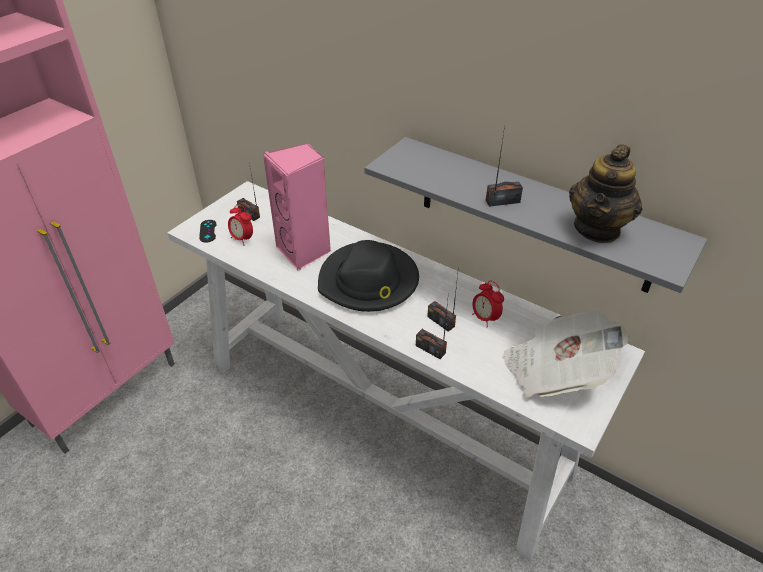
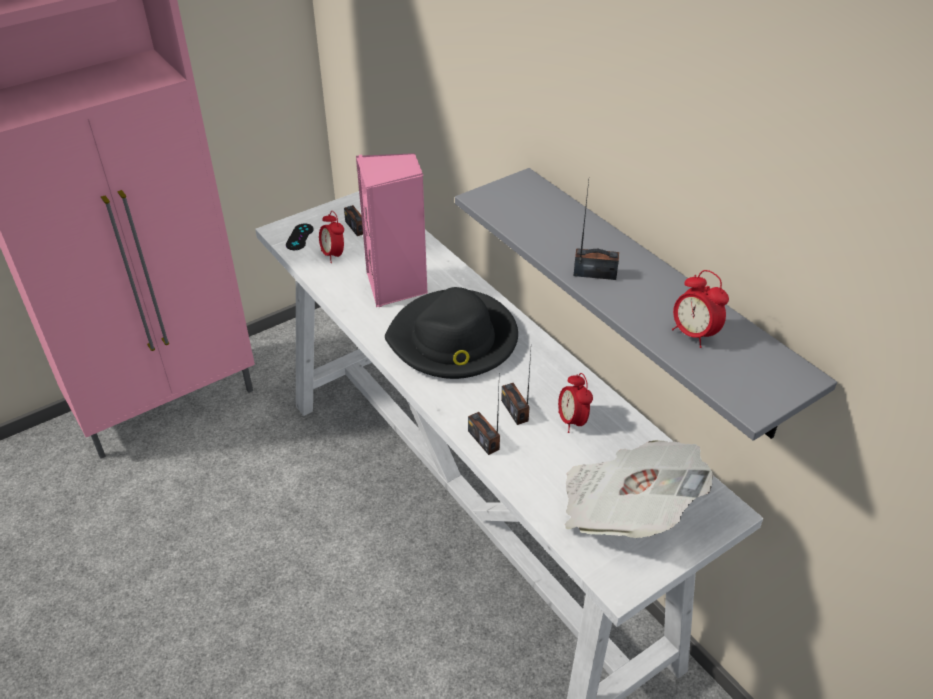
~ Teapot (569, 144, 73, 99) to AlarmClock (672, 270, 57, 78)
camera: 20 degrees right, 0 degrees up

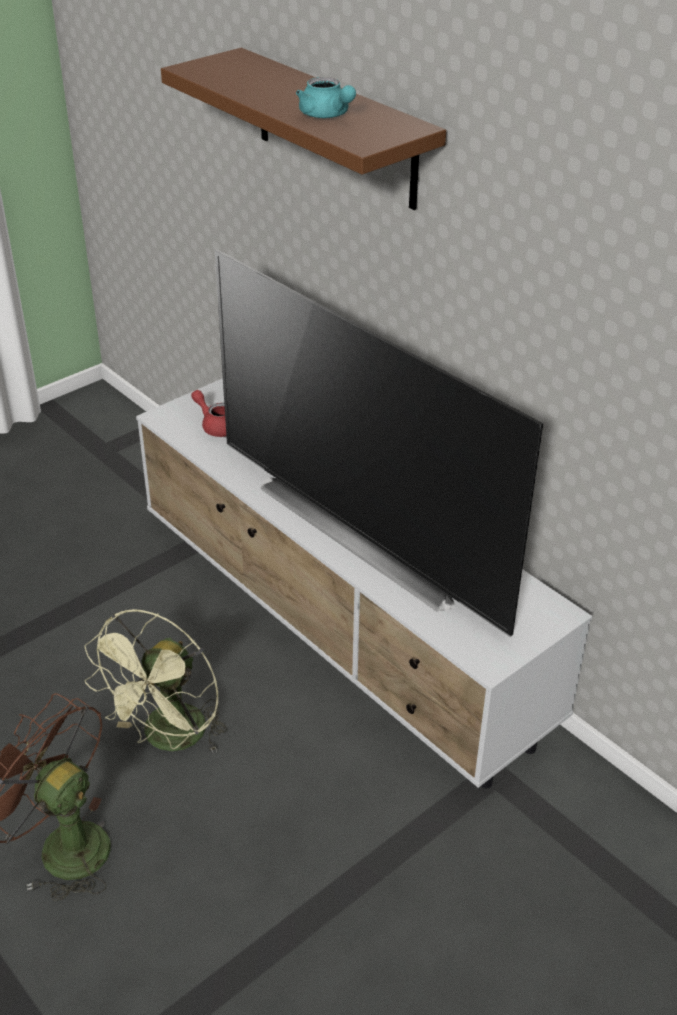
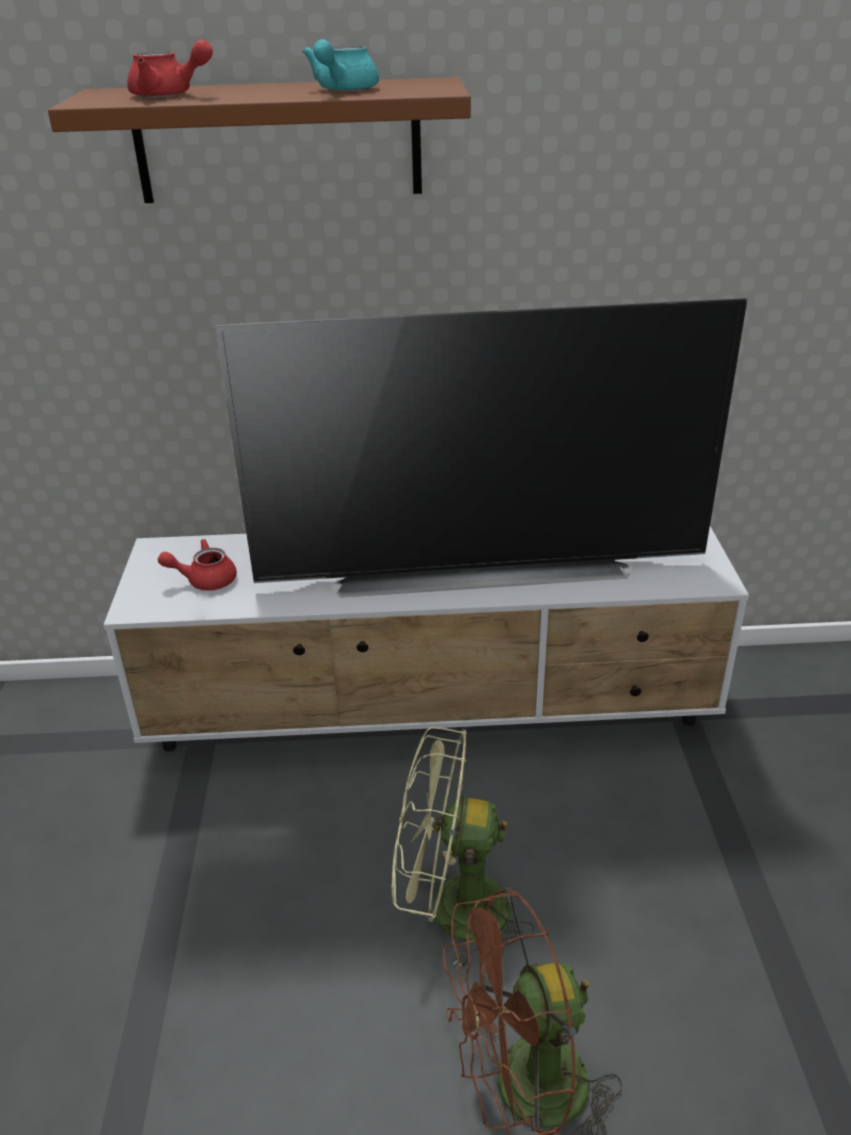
~ TurquoiseTeapot (296, 77, 60, 41) = (302, 39, 77, 53) 105 degrees clockwise
~ GreenFan (84, 609, 143, 144) = (392, 727, 142, 242) 120 degrees clockwise
+ RedTeapot (127, 40, 86, 58)
camera: 50 degrees left, 5 degrees down

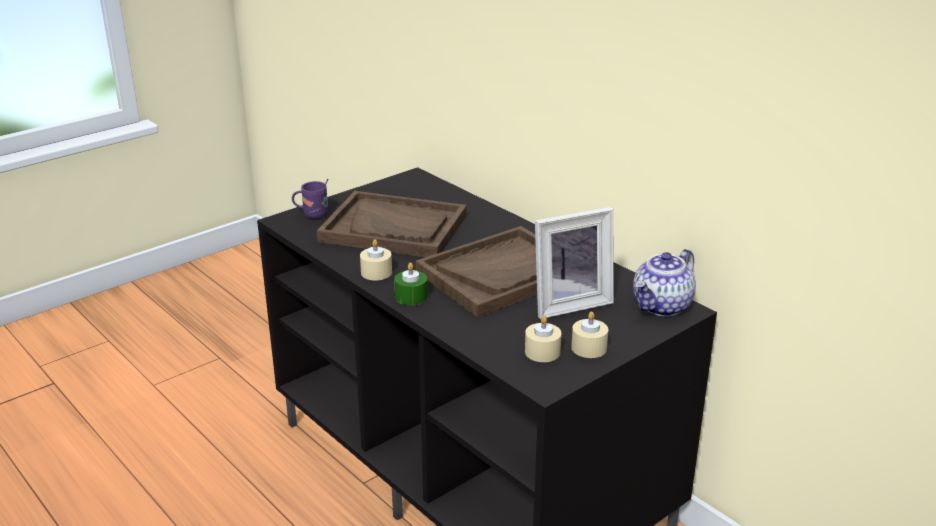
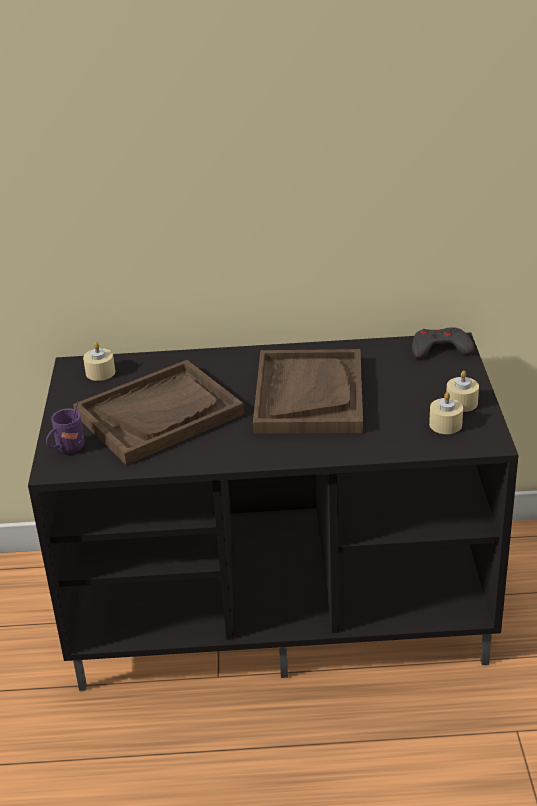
- PictureFrame (535, 207, 79, 112)
~ BeigeCandle (360, 239, 32, 42) to (83, 342, 32, 39)
~ Teapot (633, 249, 63, 67) to GreyGameController (412, 327, 62, 32)
- GreenCandle (394, 262, 34, 44)
camera: 50 degrees left, 5 degrees up

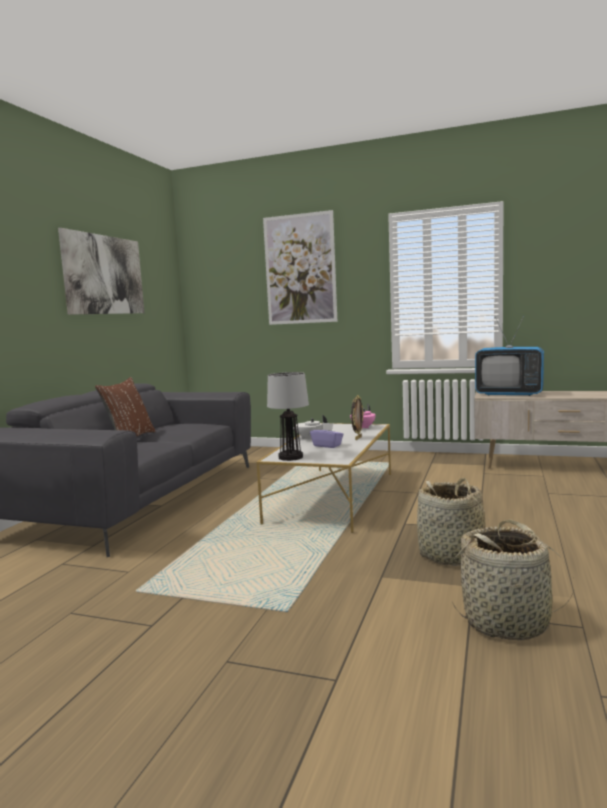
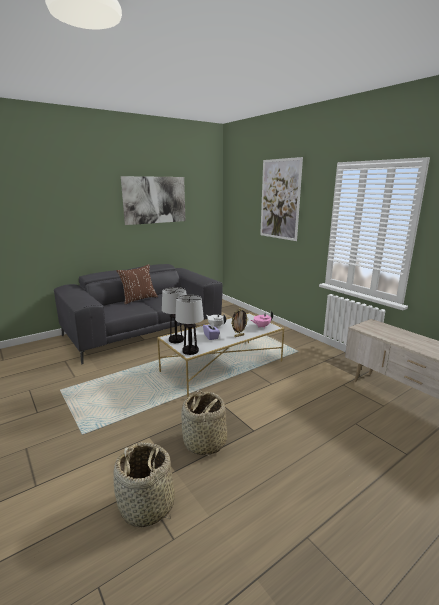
- Television (475, 315, 69, 81)
+ TableLamp (175, 295, 29, 60)
camera: 35 degrees right, 10 degrees up

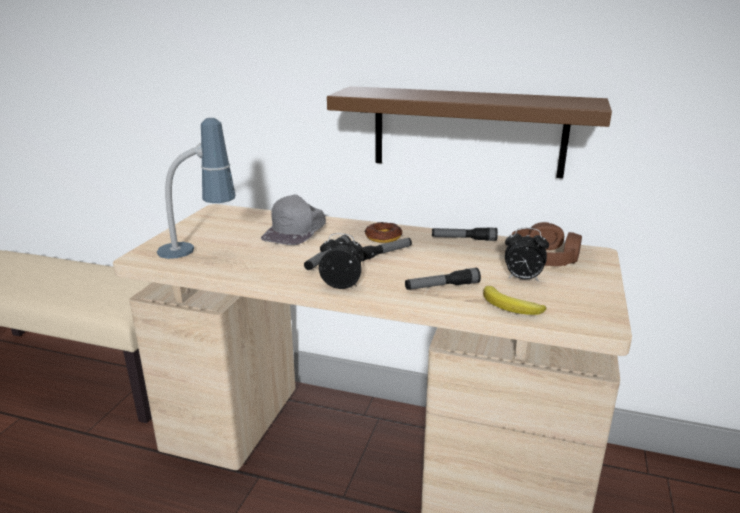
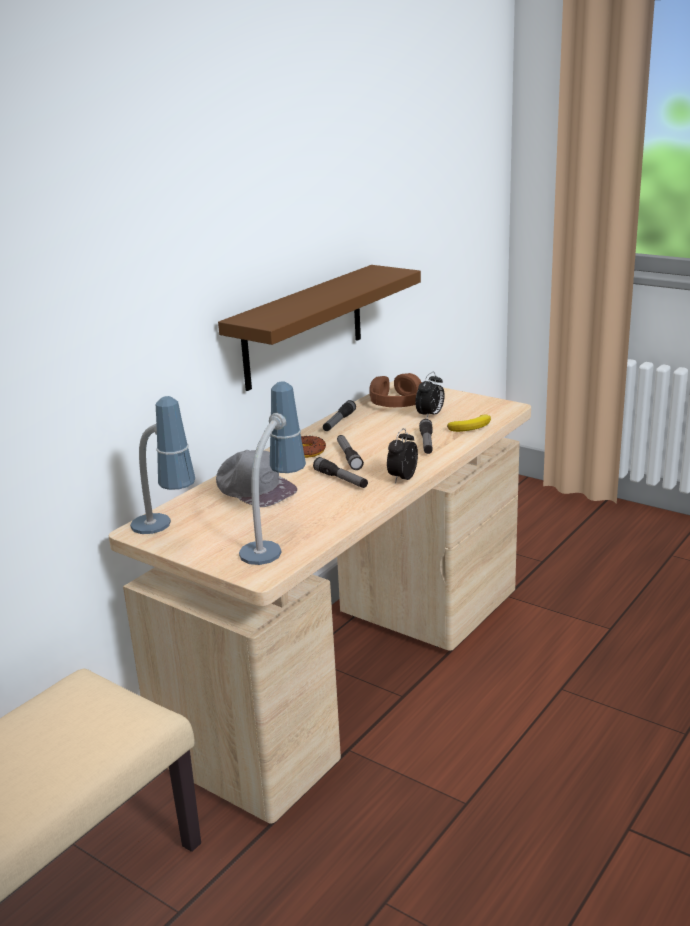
+ TableLamp (130, 396, 65, 138)
camera: 70 degrees left, 0 degrees up

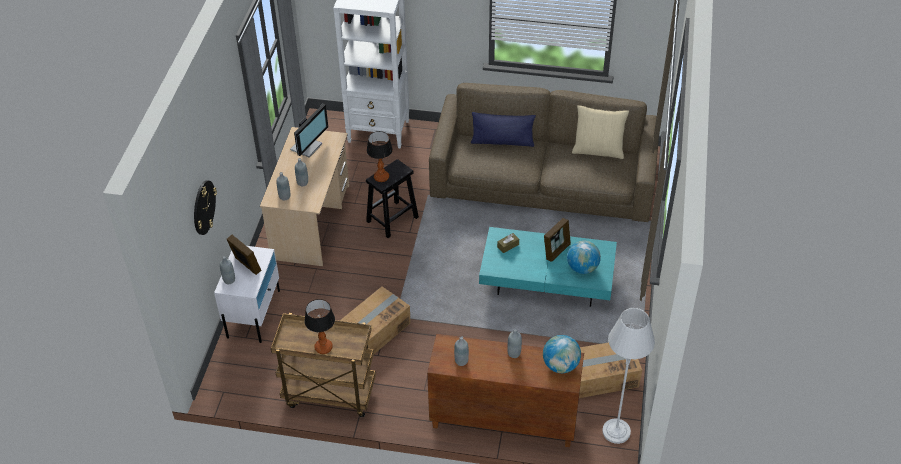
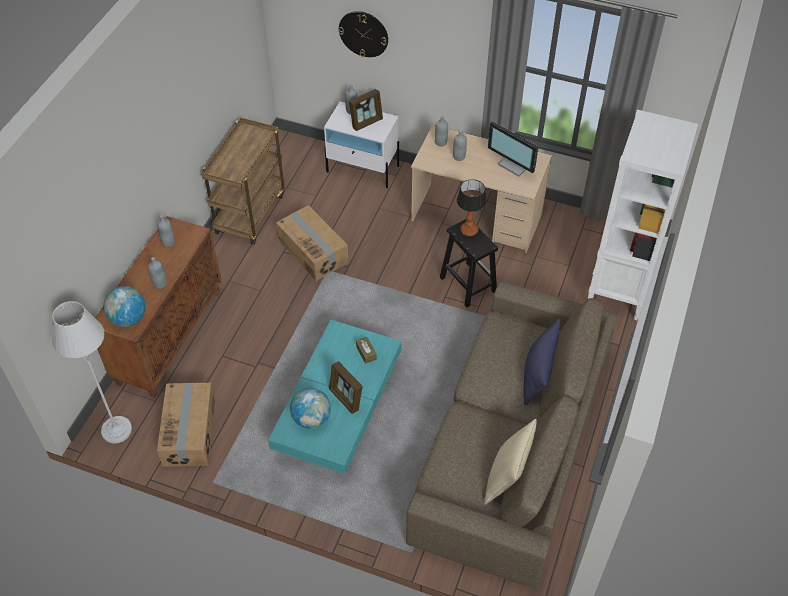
- TableLamp (304, 299, 31, 55)
camera: 100 degrees right, 5 degrees up

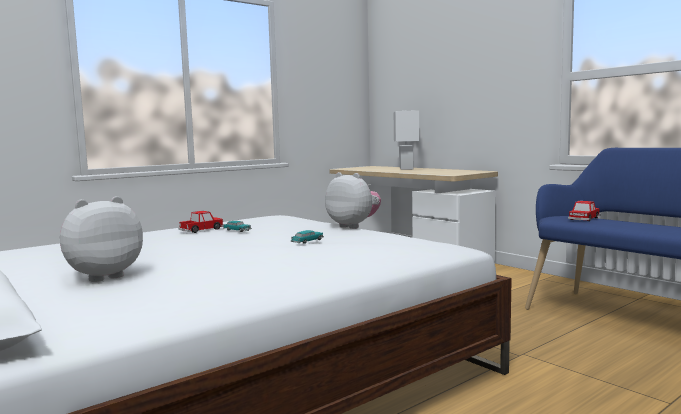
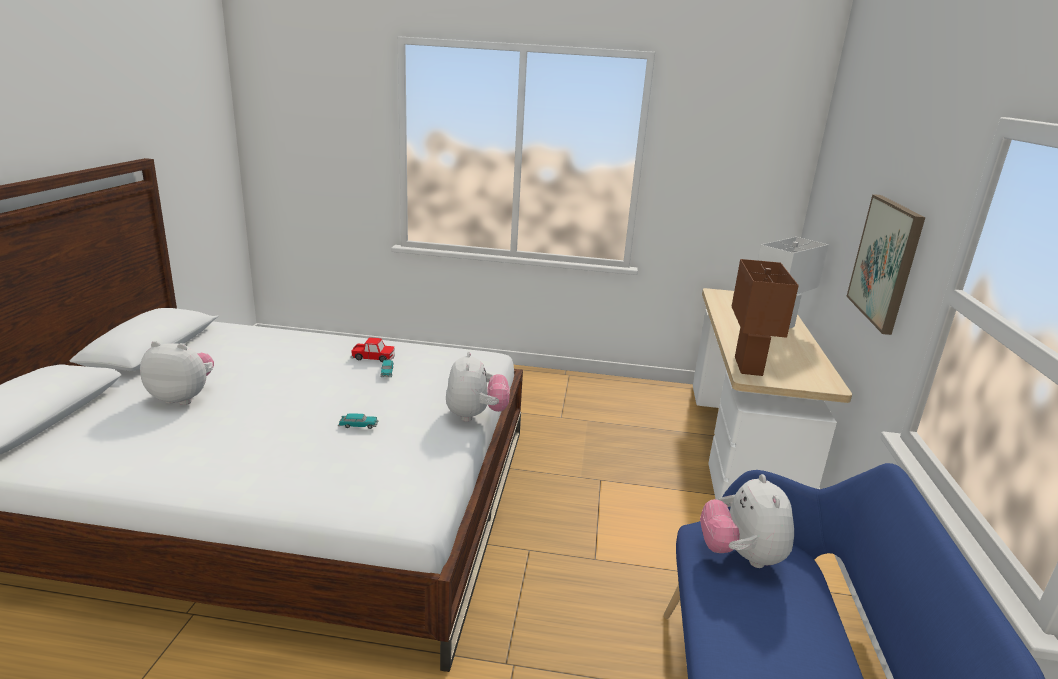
~ ToyCar (568, 201, 33, 20) to PlushToy (700, 474, 94, 94)
+ Picture (846, 194, 79, 141)
+ BrownTableLamp (731, 259, 68, 117)
camera: 45 degrees right, 15 degrees up

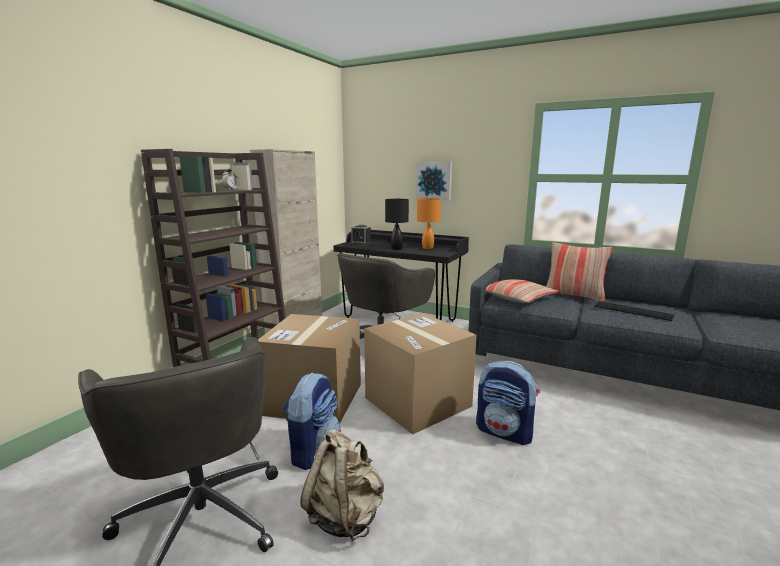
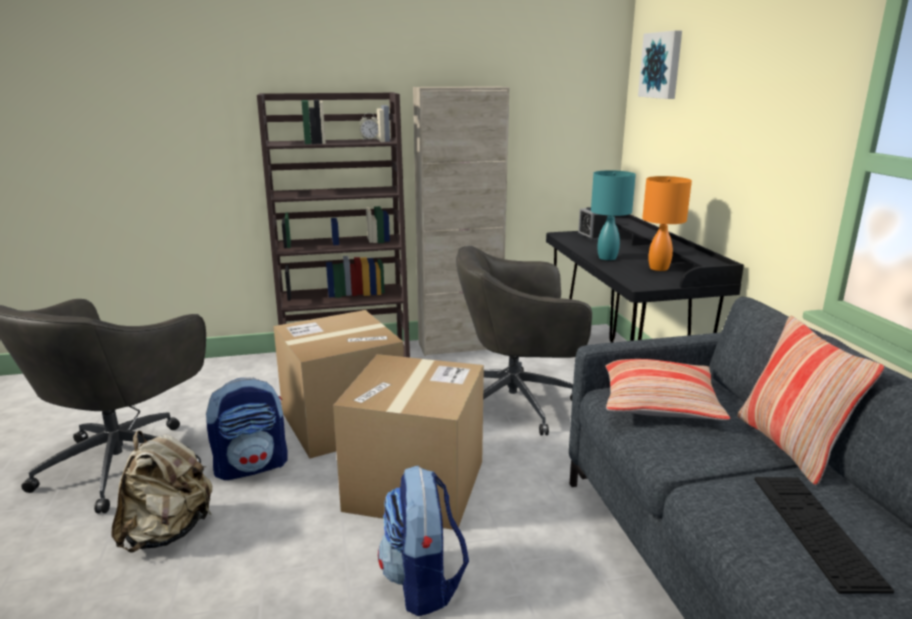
~ Picture (416, 162, 36, 38) to (638, 31, 44, 68)
~ BlackTableLamp (385, 199, 24, 51) to TurquoiseTableLamp (591, 170, 45, 90)
camera: 50 degrees right, 5 degrees up

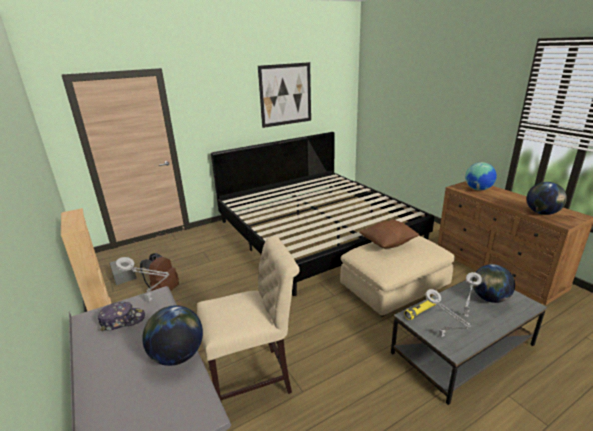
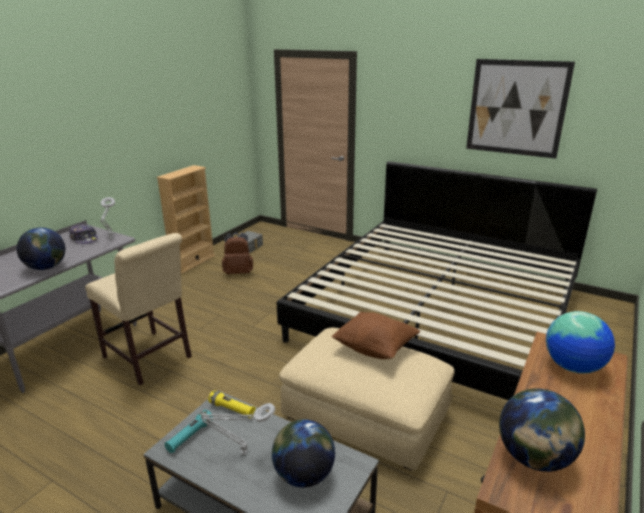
~ GreyTableLamp (426, 289, 45, 48) to TurquoiseFlashlight (164, 409, 49, 44)
camera: 60 degrees right, 0 degrees up

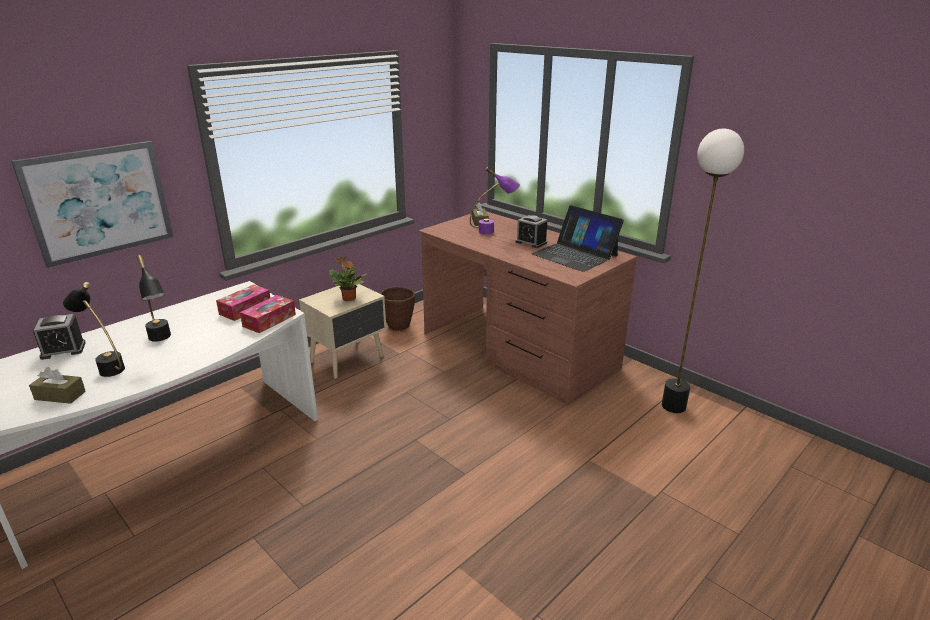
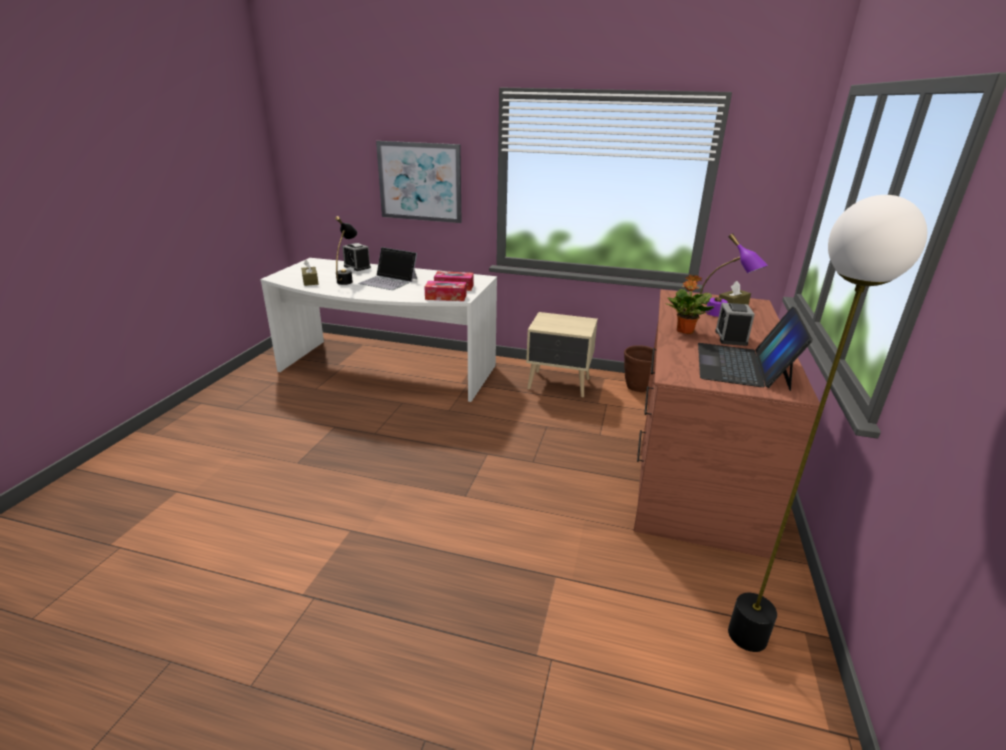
~ BlackTableLamp (136, 255, 35, 87) to Laptop (358, 247, 60, 43)
~ PottedPlant (329, 257, 38, 44) to (666, 275, 48, 59)
camera: 60 degrees right, 0 degrees up

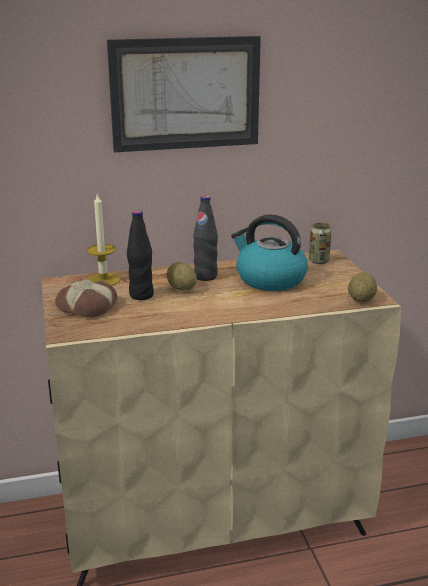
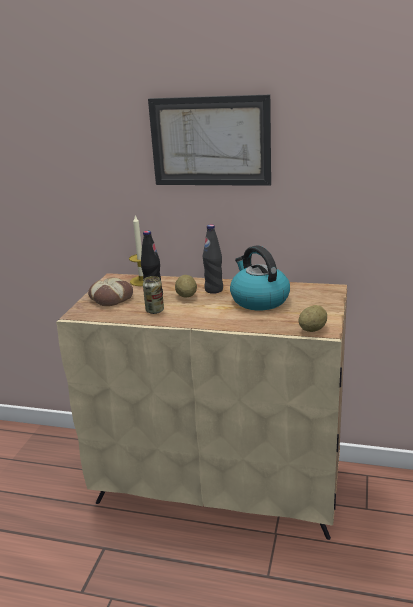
~ Can (309, 223, 23, 41) to (143, 276, 21, 38)
camera: 30 degrees right, 0 degrees up

